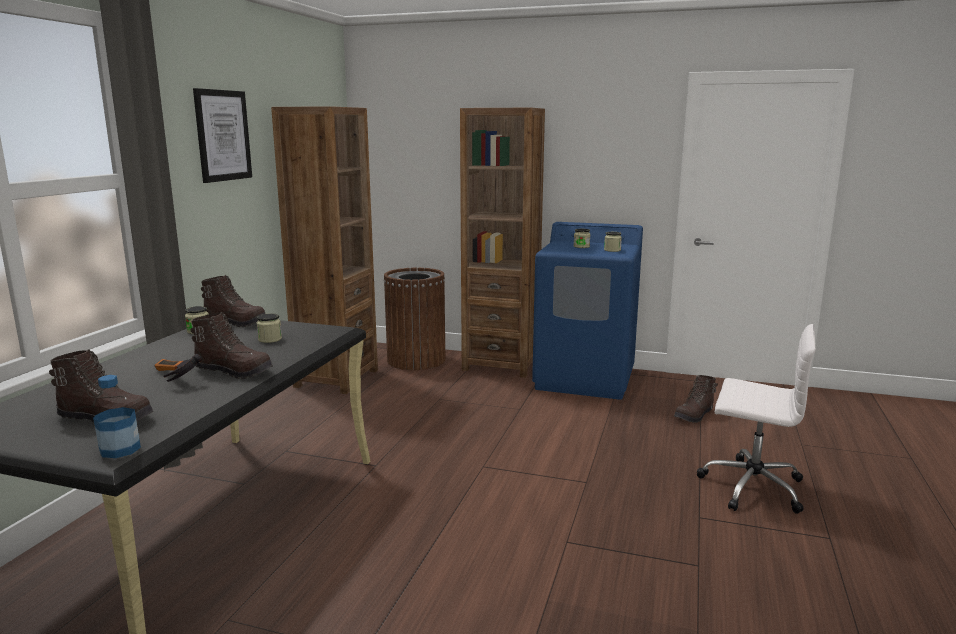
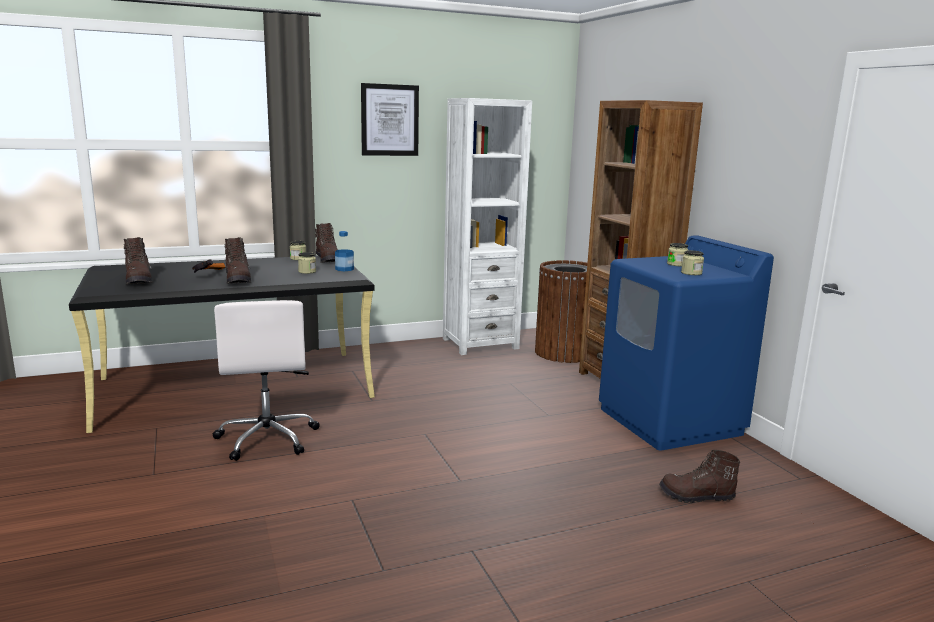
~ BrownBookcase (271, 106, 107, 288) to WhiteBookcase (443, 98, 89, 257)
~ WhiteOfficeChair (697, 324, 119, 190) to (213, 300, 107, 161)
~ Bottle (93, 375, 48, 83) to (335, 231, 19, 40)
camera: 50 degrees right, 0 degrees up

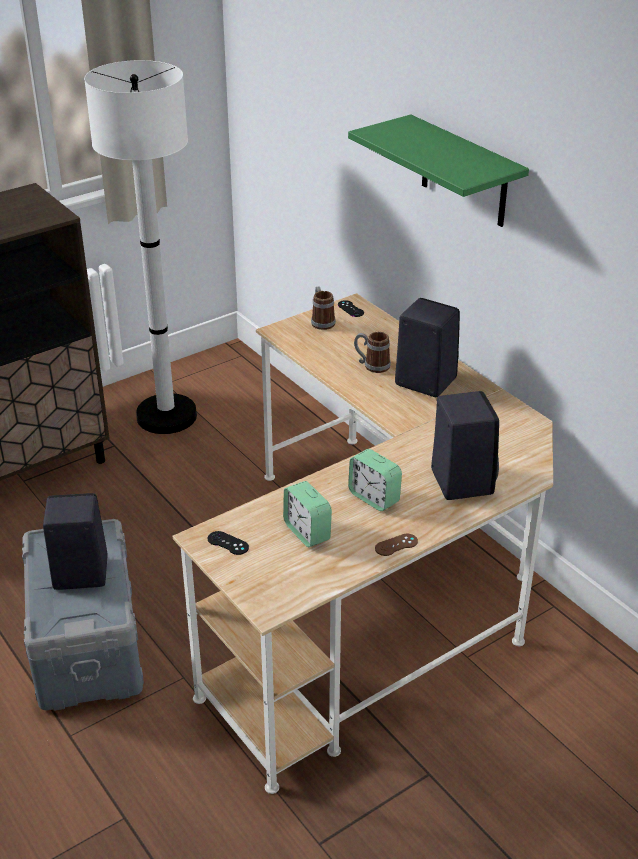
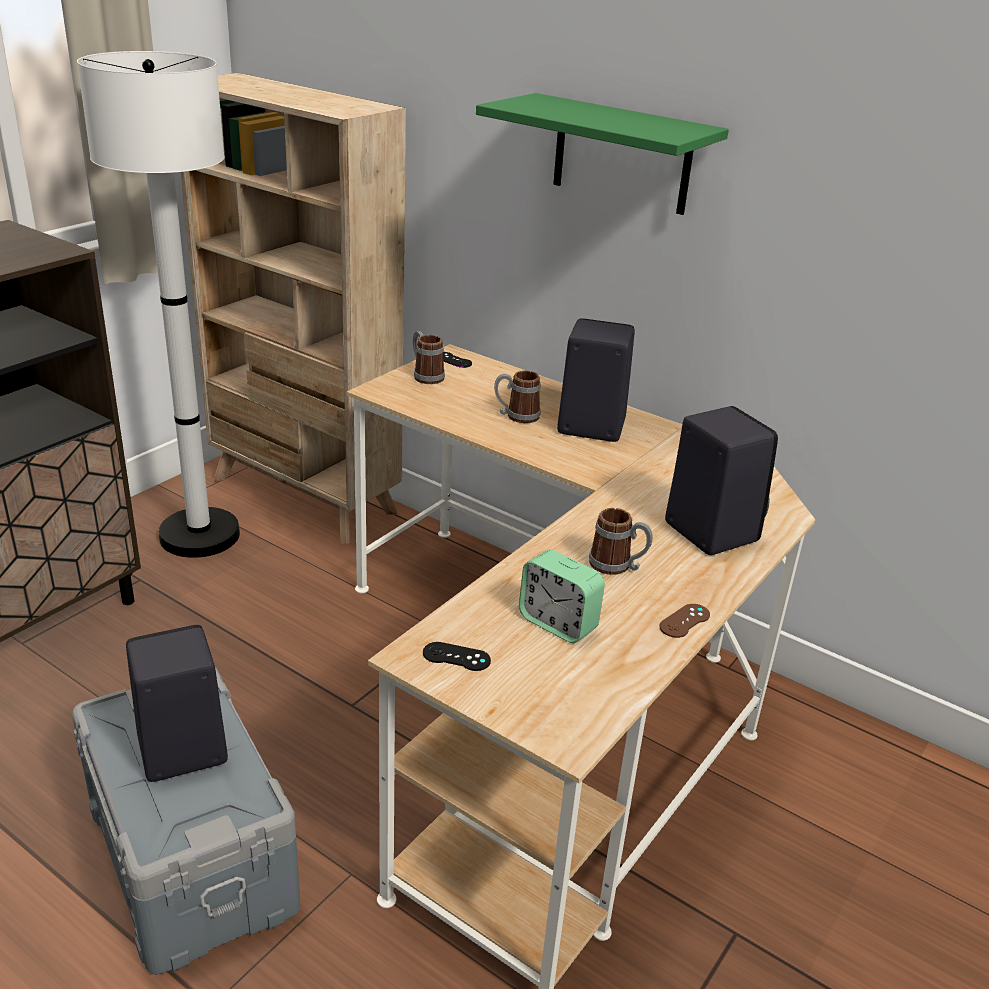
~ AlarmClock (348, 449, 54, 62) to Mug (589, 508, 64, 67)
+ BeigeBookcase (181, 73, 225, 471)
camera: 20 degrees left, 5 degrees down

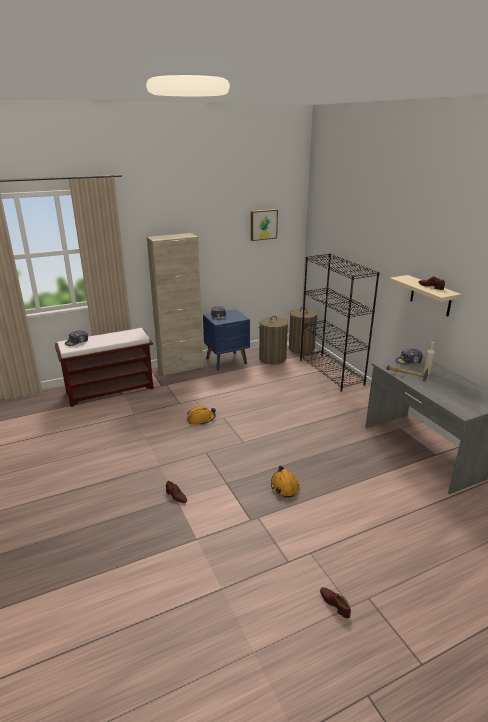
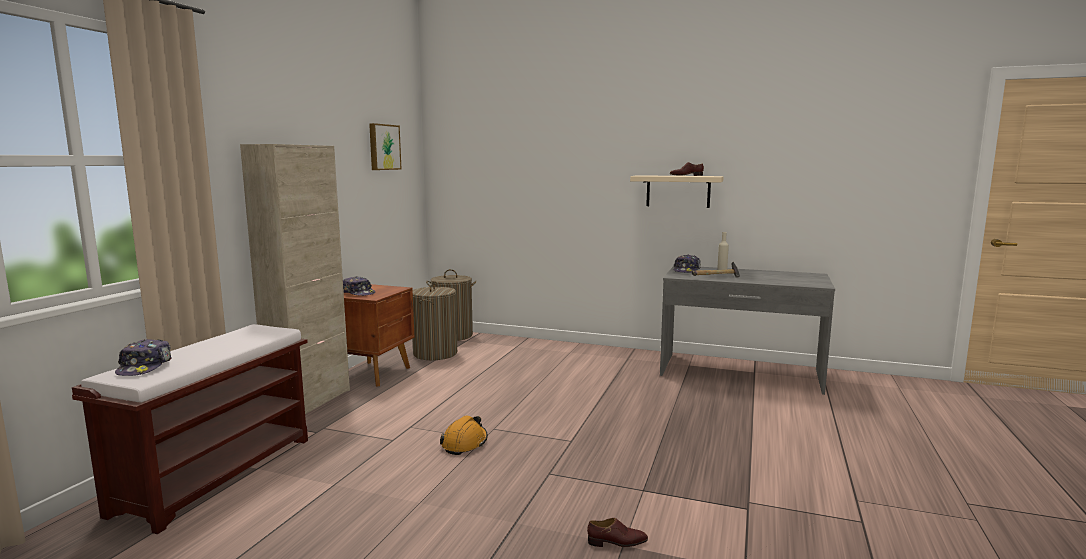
- BlackBookcase (300, 253, 80, 139)
~ BlueNightstand (203, 309, 47, 61) to BrownNightstand (344, 284, 71, 102)
- OrangeHardHat (271, 465, 29, 33)
- BrownShoe (320, 588, 31, 30)
camera: 45 degrees left, 15 degrees down

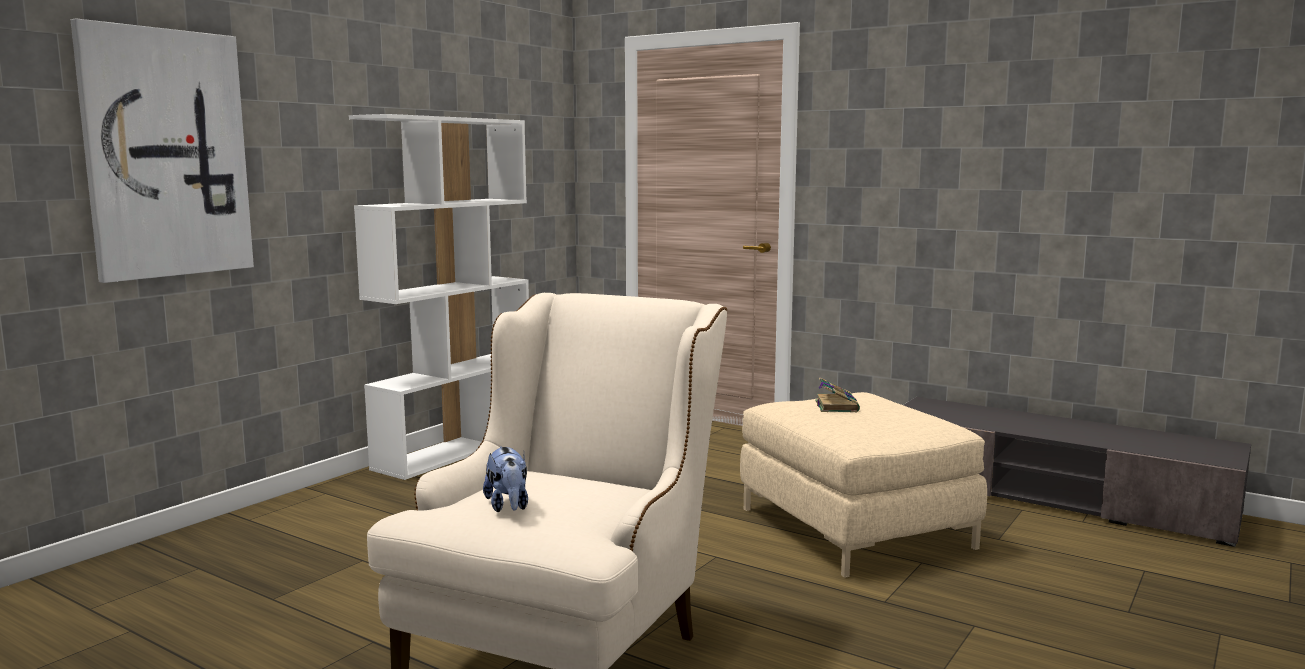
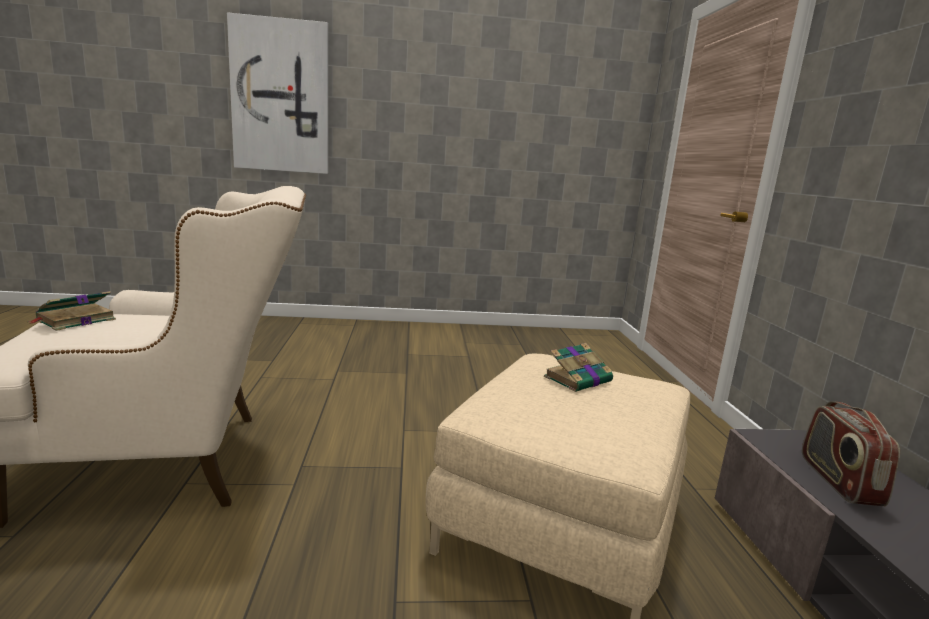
- WhiteBookcase (349, 114, 180, 366)
~ PlushToy (483, 446, 45, 66) to Book (27, 291, 89, 40)
+ Radio (802, 401, 98, 105)
camera: 50 degrees right, 5 degrees up

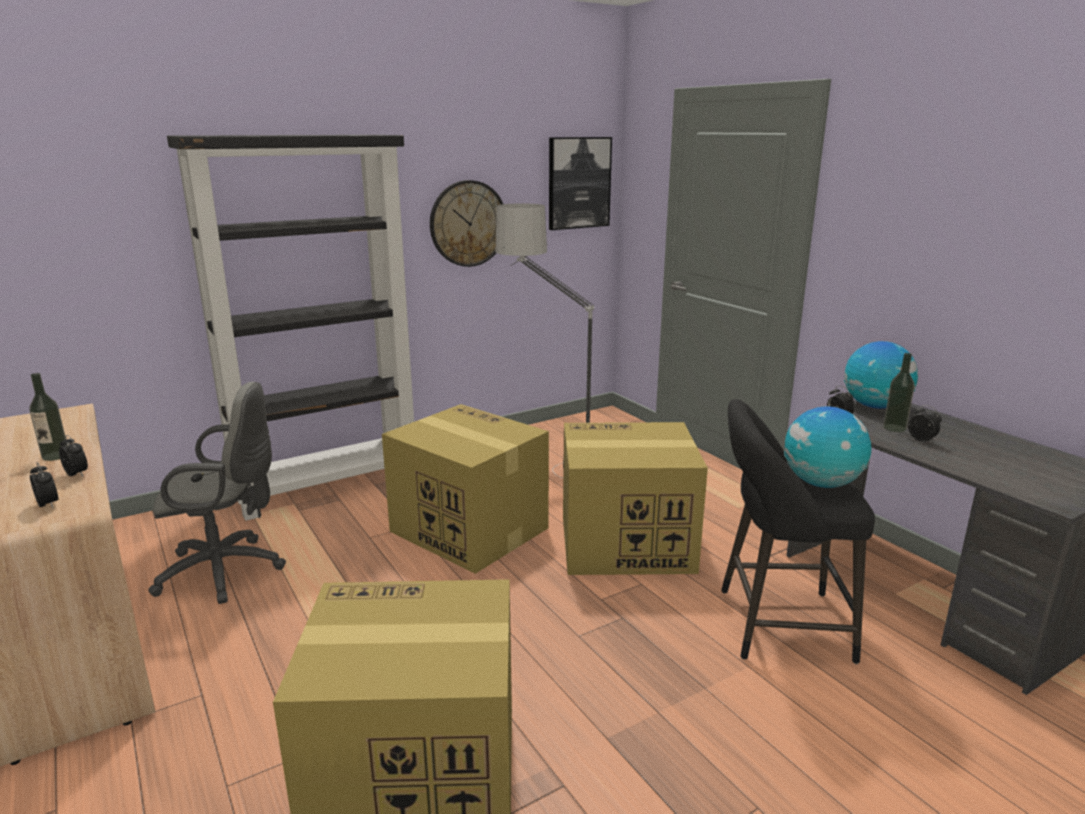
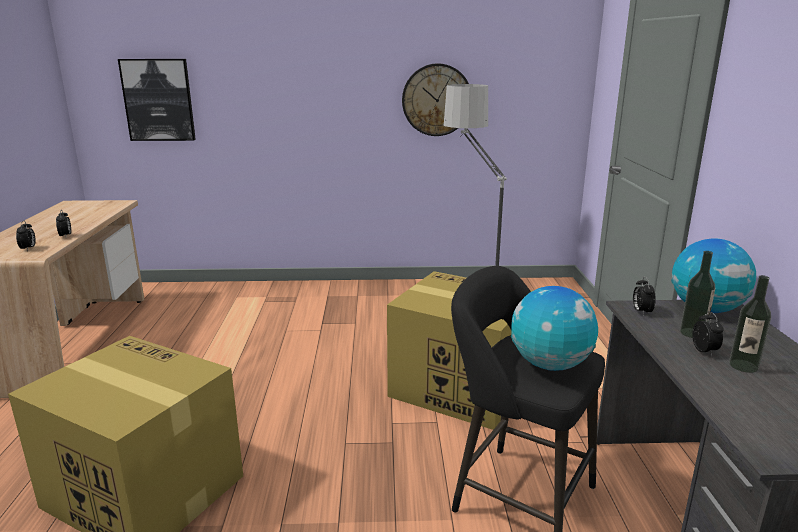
- BlackBookcase (167, 135, 247, 386)
~ Picture (549, 137, 63, 93) to (118, 59, 78, 82)
~ Bottle (30, 373, 38, 88) to (729, 275, 42, 98)
- GreyOfficeChair (148, 382, 138, 222)
- CardboardBox (382, 404, 167, 170)
camera: 30 degrees right, 0 degrees up

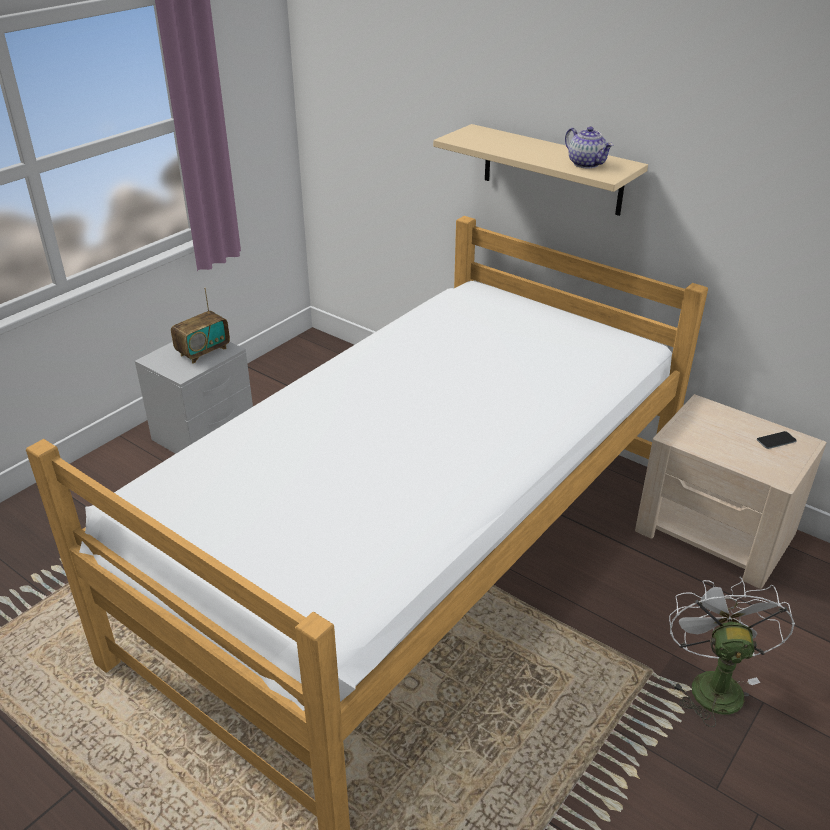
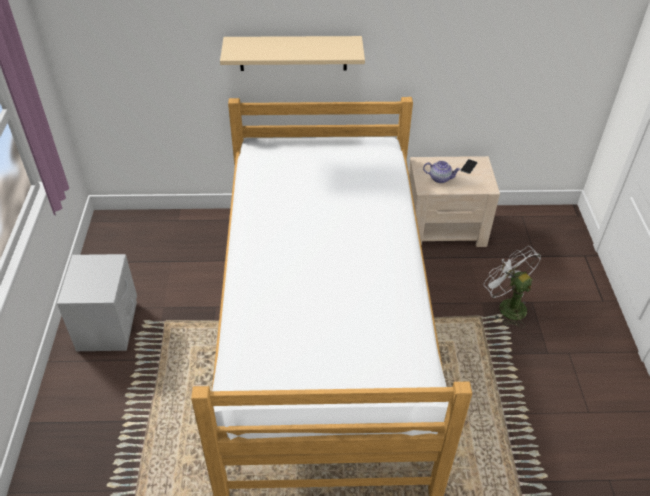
~ Teapot (565, 127, 49, 41) to (423, 161, 38, 22)
- Radio (171, 288, 59, 75)
camera: 40 degrees left, 10 degrees up

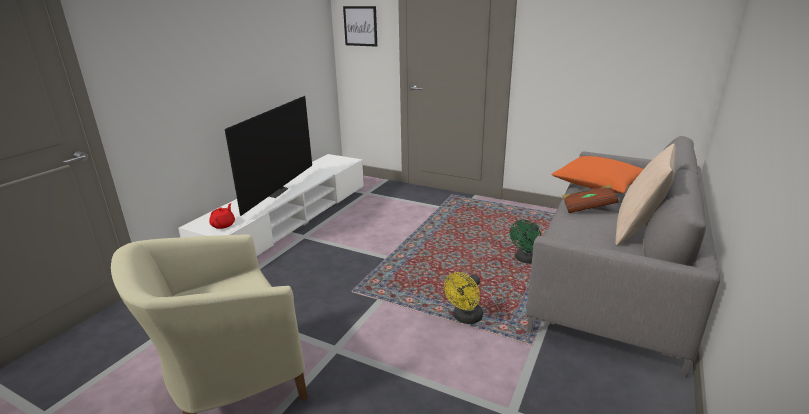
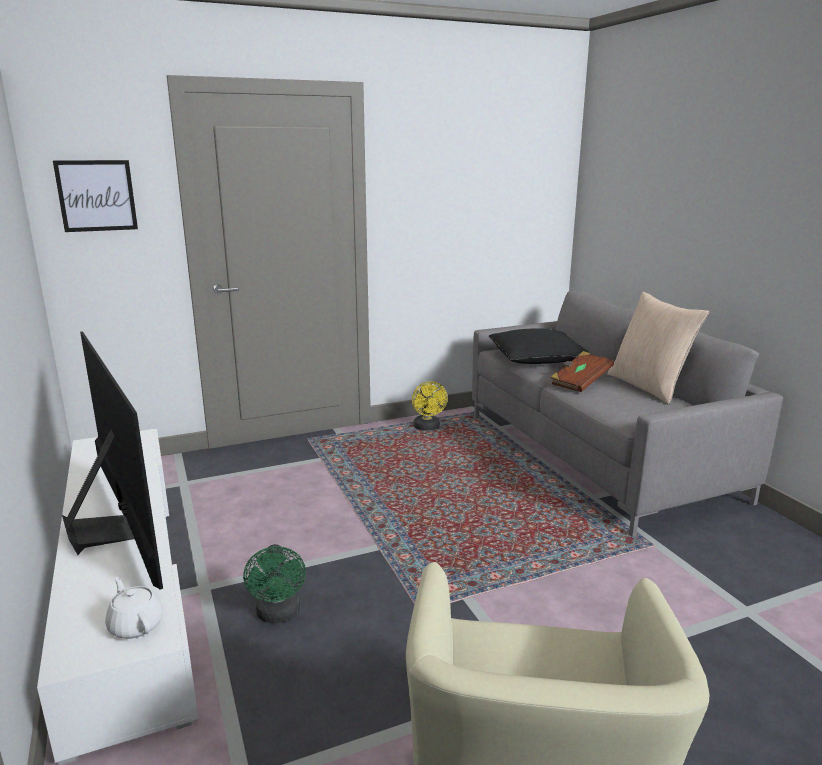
~ OrangePillow (551, 156, 92, 37) to BlackPillow (489, 328, 102, 36)
~ RedTeapot (209, 203, 26, 26) to WhiteTeapot (105, 577, 58, 62)
~ GreenFan (510, 220, 31, 44) to (243, 544, 63, 79)
~ YellowFan (444, 272, 39, 52) to (412, 381, 36, 50)
camera: 50 degrees left, 5 degrees down

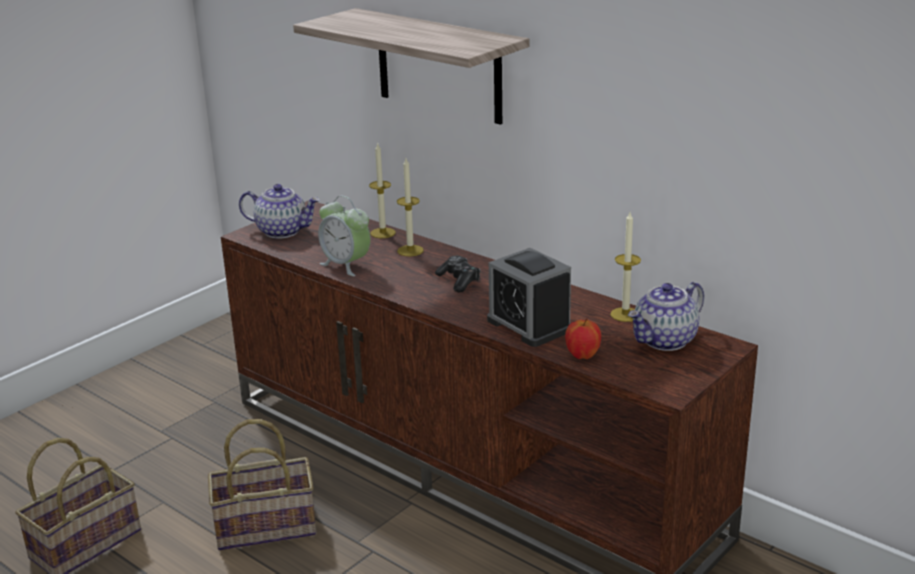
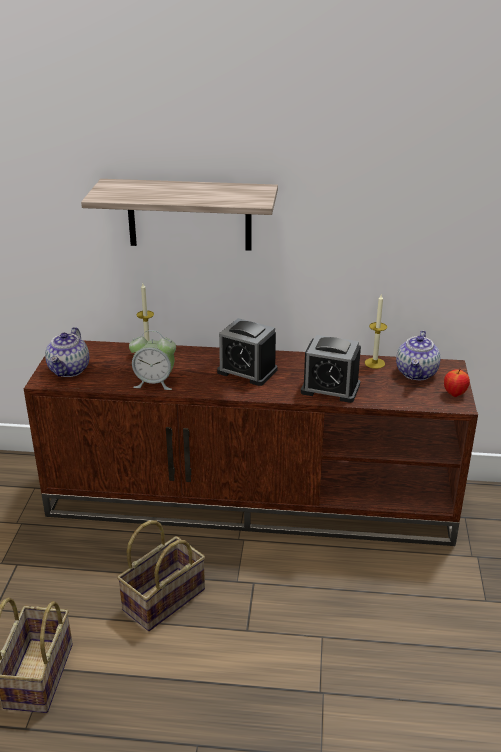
- Candle (397, 158, 27, 98)
~ Teapot (239, 184, 81, 55) = (45, 327, 44, 50) 120 degrees clockwise
~ GameController (435, 256, 46, 36) to AlarmClock (217, 318, 60, 68)
~ Apple (565, 318, 36, 41) to (444, 369, 26, 28)
camera: 35 degrees left, 5 degrees up

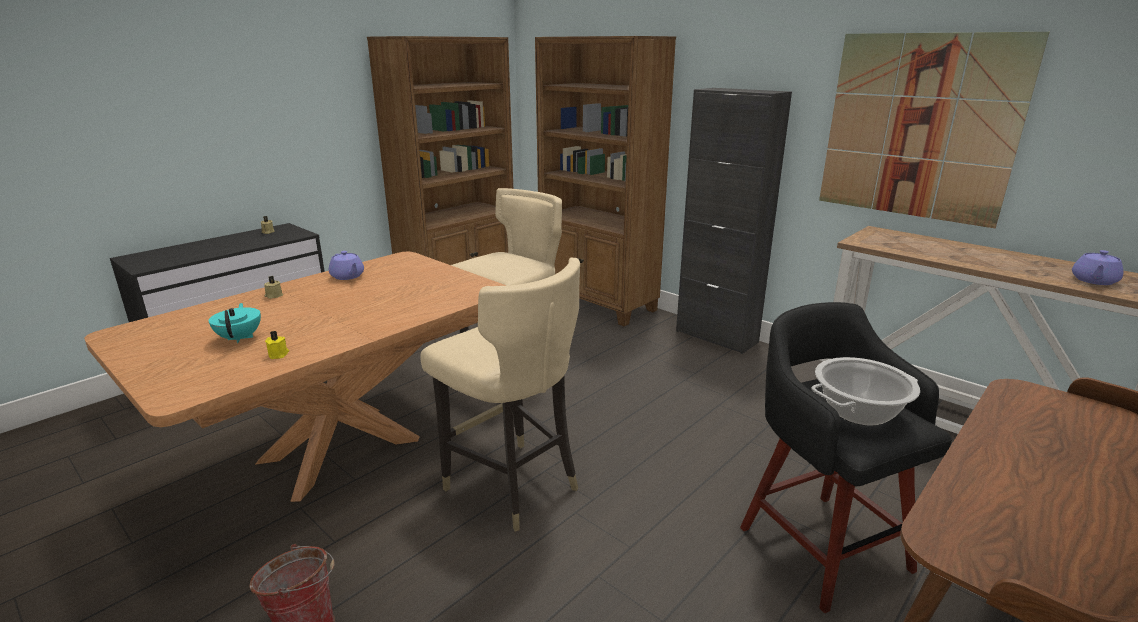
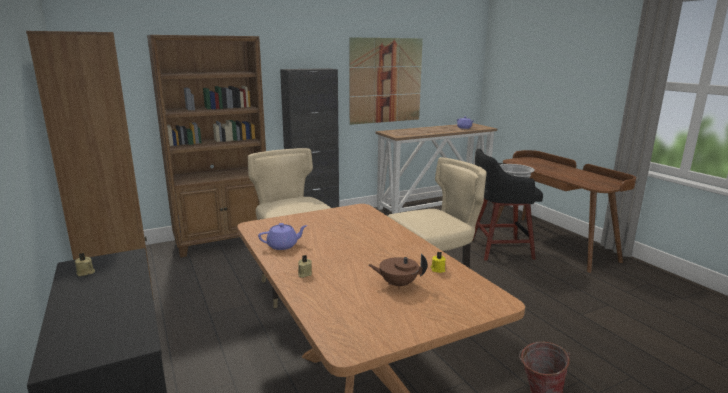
~ TurquoiseTeapot (209, 303, 52, 40) to BrownTeapot (369, 254, 58, 34)
camera: 70 degrees left, 5 degrees down

